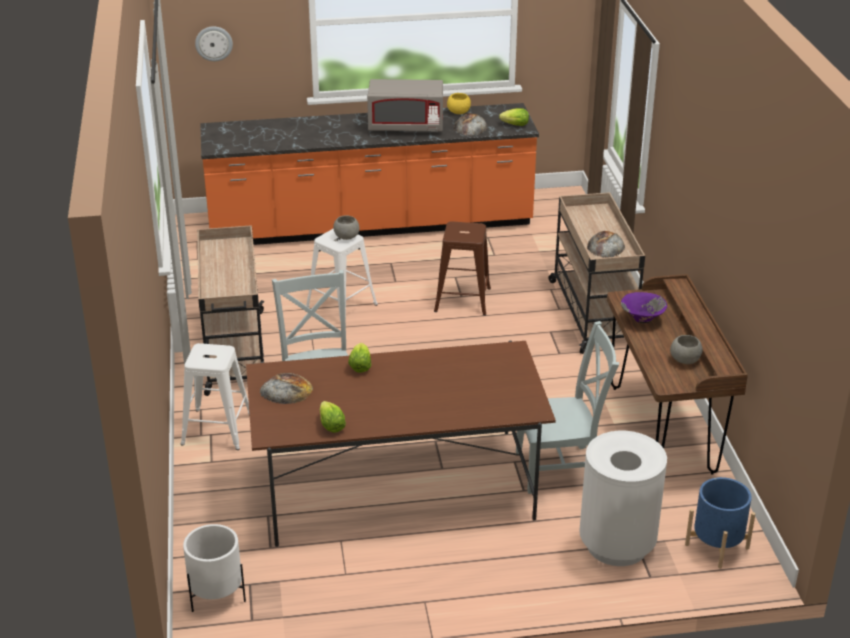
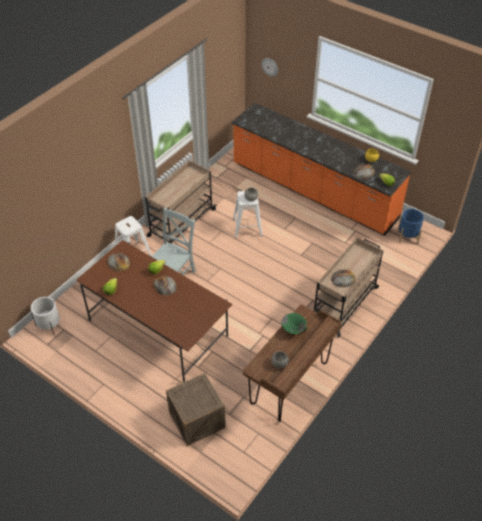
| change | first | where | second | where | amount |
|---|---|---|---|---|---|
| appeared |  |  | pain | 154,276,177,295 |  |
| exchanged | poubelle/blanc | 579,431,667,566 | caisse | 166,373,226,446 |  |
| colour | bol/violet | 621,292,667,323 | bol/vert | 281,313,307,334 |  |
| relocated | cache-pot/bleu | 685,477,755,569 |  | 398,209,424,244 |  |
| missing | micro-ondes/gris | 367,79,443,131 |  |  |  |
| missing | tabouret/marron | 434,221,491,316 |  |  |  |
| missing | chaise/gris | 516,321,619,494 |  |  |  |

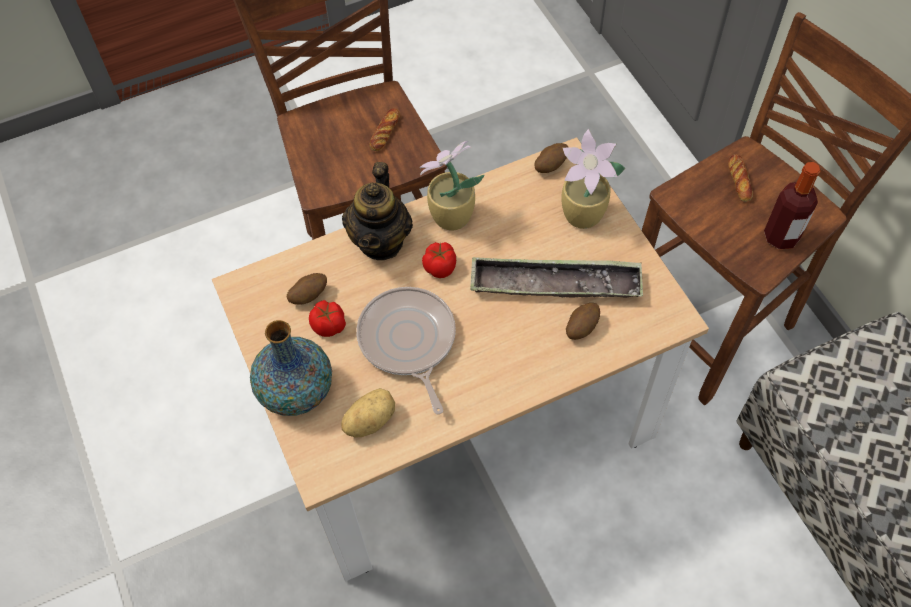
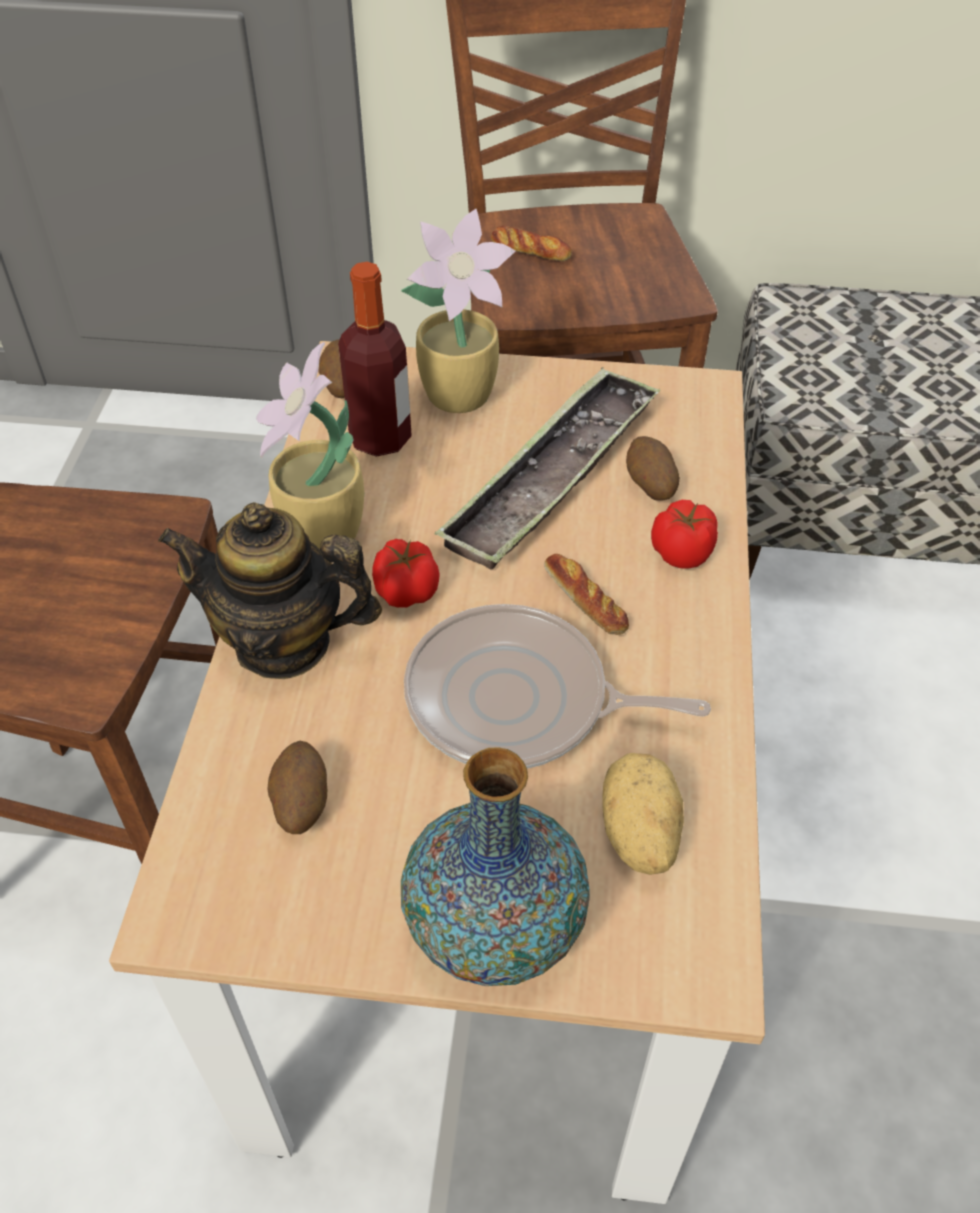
| change | first | where | second | where | amount |
|---|---|---|---|---|---|
| spun | théière | 342,162,413,260 |  | 158,502,382,679 | 150 degrees clockwise |
| relocated | bouteille | 764,162,820,249 |  | 338,262,412,457 |  |
| relocated | pain | 369,108,400,151 |  | 544,554,629,635 |  |
| relocated | tomate | 309,300,346,337 |  | 651,500,718,569 |  |

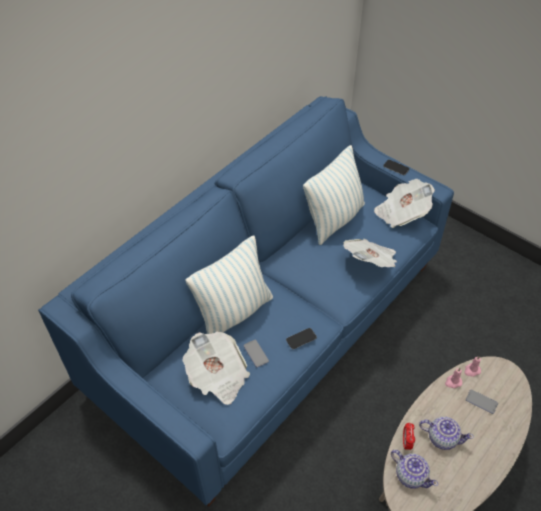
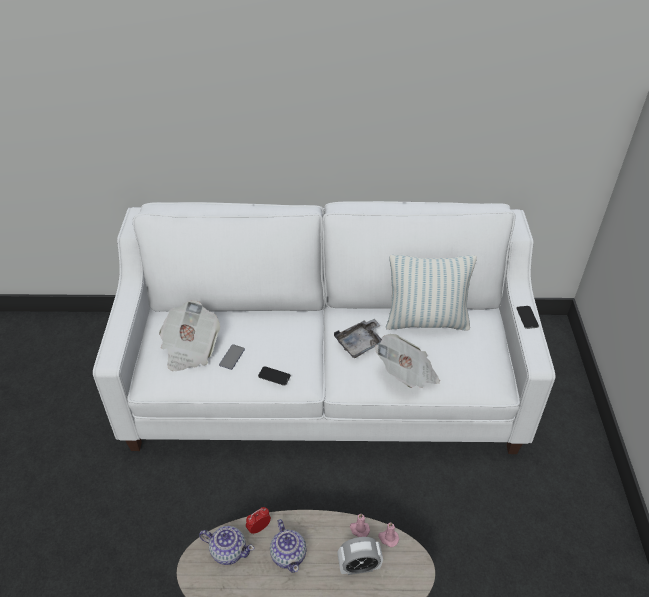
| change | first | where | second | where | amount |
|---|---|---|---|---|---|
| colour | canapé/bleu | 38,96,454,506 | canapé/blanc | 93,201,555,454 |  |
| spun | théière | 391,450,438,489 |  | 199,526,254,565 | 75 degrees counterclockwise |
| appeared |  |  | plateau/gris | 334,319,382,358 |  |
| exchanged | téléphone | 466,390,498,414 | réveil | 337,537,383,575 |  |
| missing | coussin | 185,236,273,334 |  |  |  |
| missing | journal | 374,179,435,228 |  |  |  |

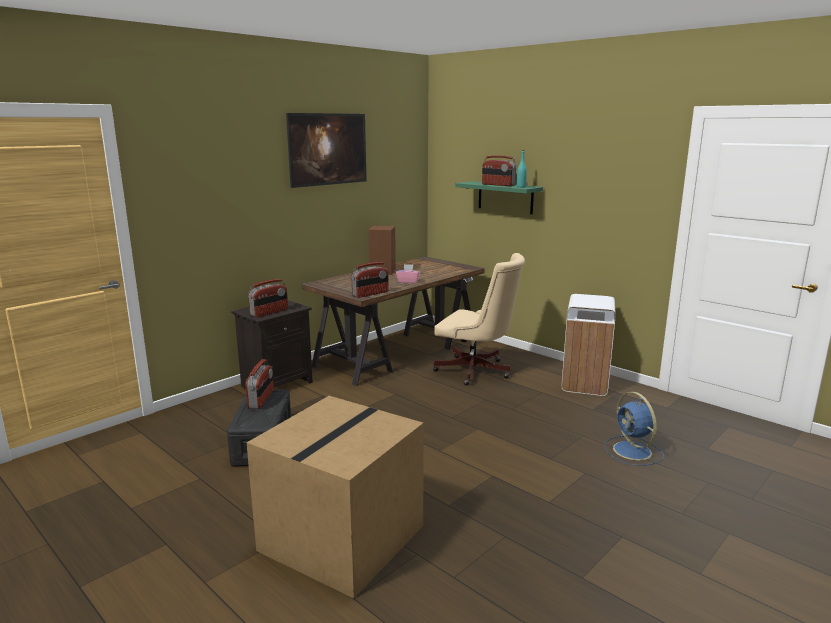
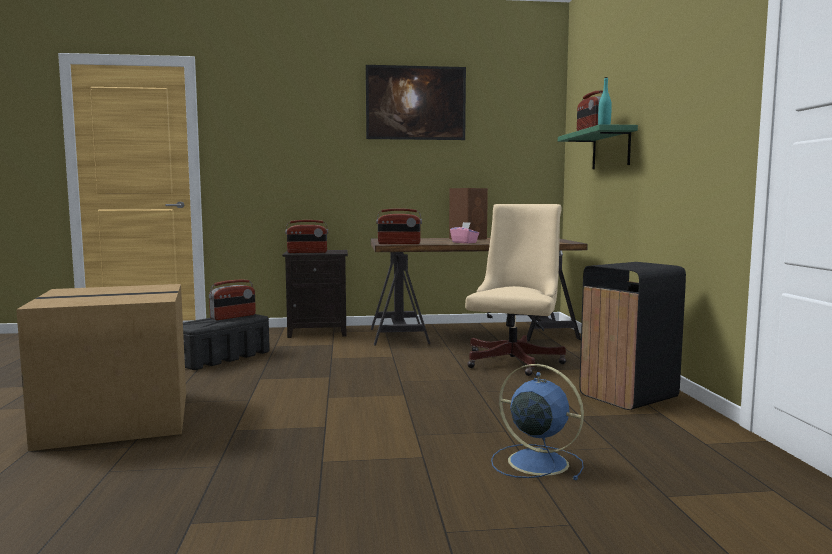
| change | first | where | second | where | amount |
|---|---|---|---|---|---|
| spun | chaise de bureau/beige | 433,253,525,385 |  | 465,204,566,376 | 135 degrees counterclockwise |
| spun | ventilateur/bleu | 604,392,664,466 |  | 491,364,584,480 | 105 degrees clockwise |
| colour | poubelle/blanc | 562,294,616,396 | poubelle/noir | 579,262,686,410 |  |

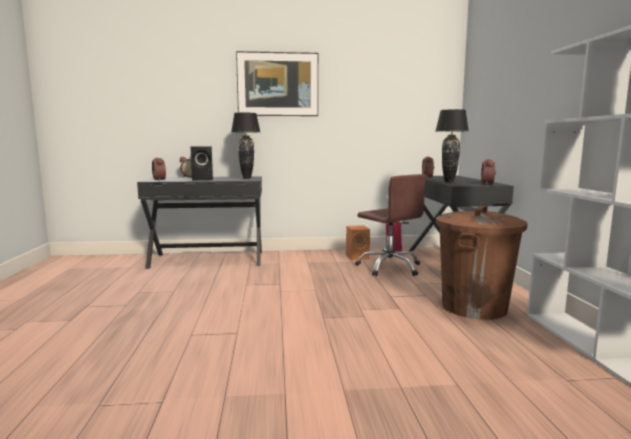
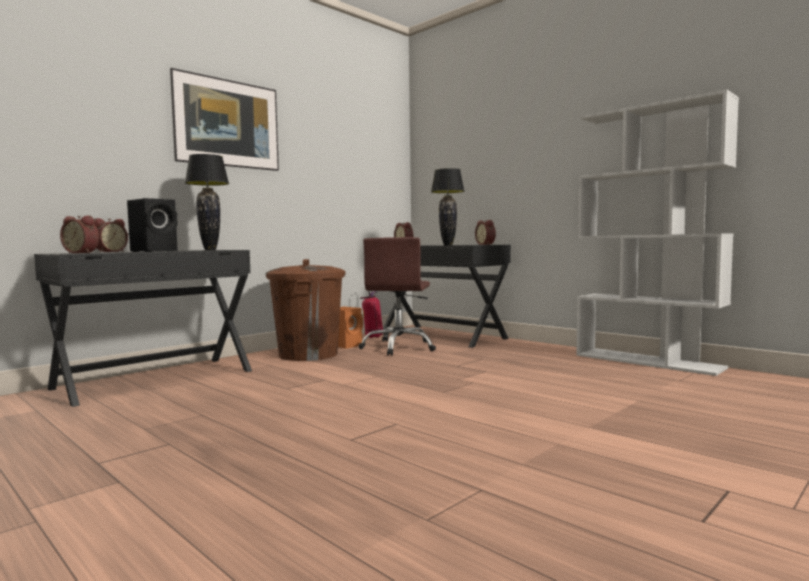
| change | first | where | second | where | amount |
|---|---|---|---|---|---|
| relocated | poubelle/marron | 436,205,528,320 |  | 266,259,345,361 |  |
| spun | chaise de bureau/marron | 355,174,426,276 |  | 359,237,436,355 | 90 degrees clockwise |

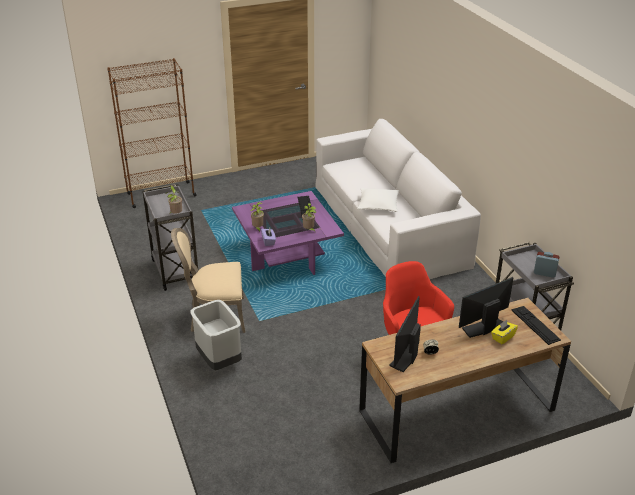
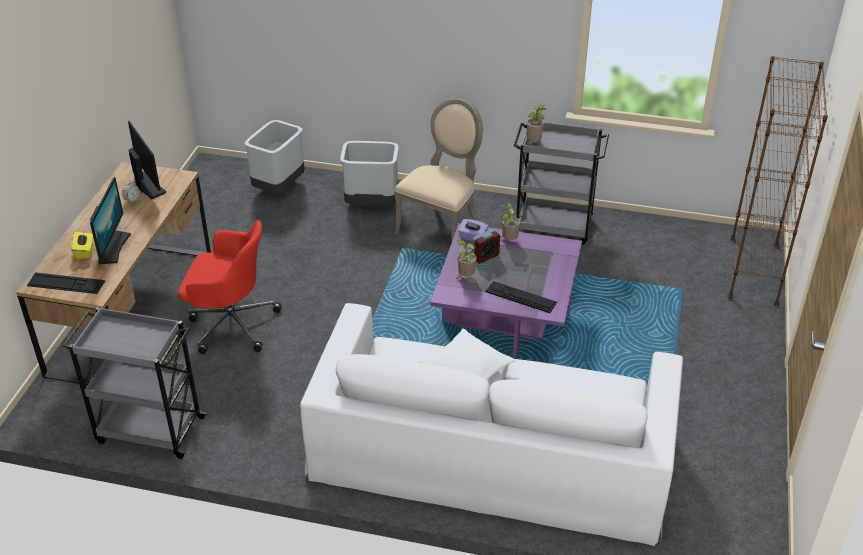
| change | first | where | second | where | amount |
|---|---|---|---|---|---|
| appeared |  |  | poubelle/gris | 245,120,305,194 |  |
| relocated | réveil | 534,252,559,278 |  | 472,229,500,264 |  |

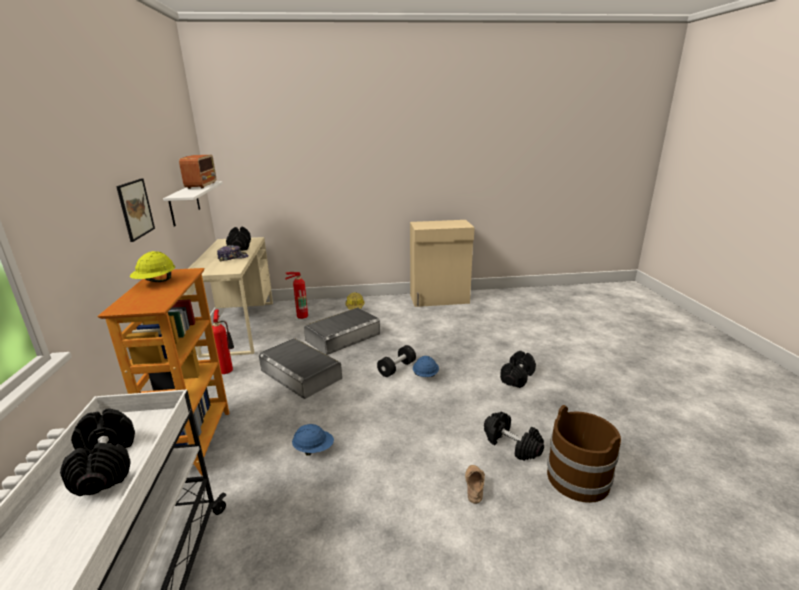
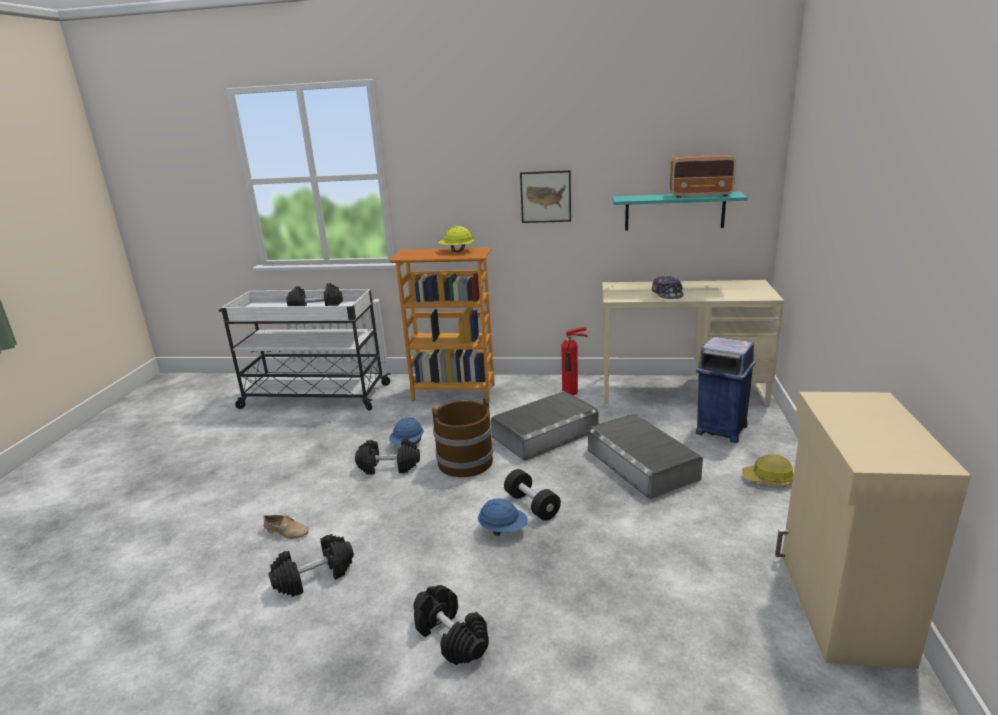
| change | first | where | second | where | amount |
|---|---|---|---|---|---|
| relocated | haltère/noir | 226,227,251,251 |  | 355,439,420,475 |  |
| relocated | seau/marron | 547,405,621,503 |  | 432,397,493,477 |  |
| colour | étagère/blanc | 163,181,223,226 | étagère/turquoise | 613,192,748,231 |  |
| exchanged | extincteur | 285,272,308,319 | poubelle/bleu | 696,337,756,443 |  |

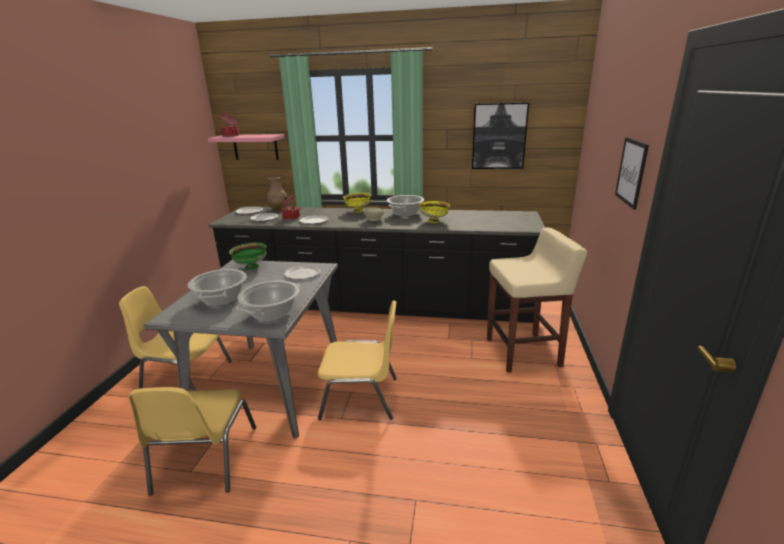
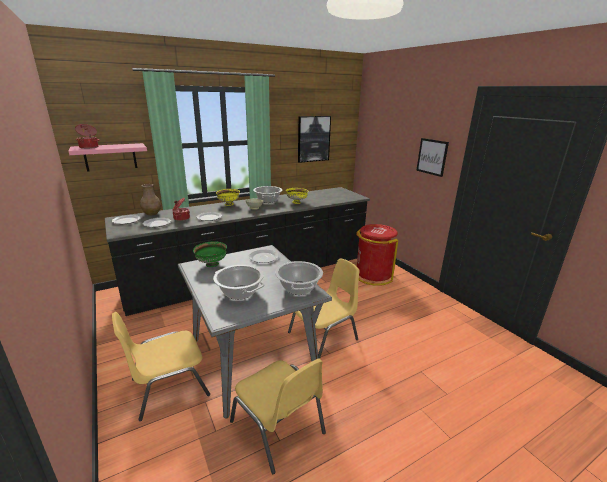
| change | first | where | second | where | amount |
|---|---|---|---|---|---|
| exchanged | tabouret/beige | 487,227,588,372 | poubelle/rouge | 356,224,398,286 |  |

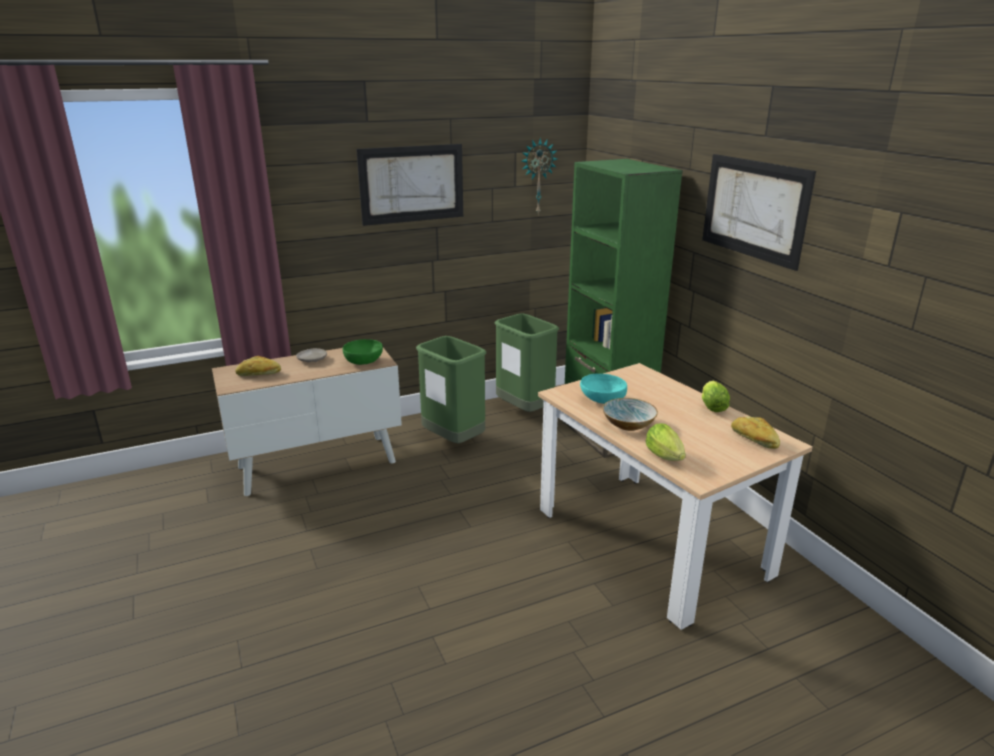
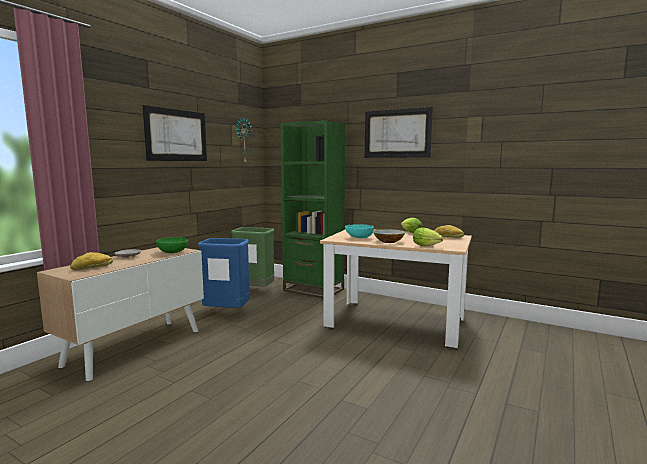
| change | first | where | second | where | amount |
|---|---|---|---|---|---|
| colour | poubelle/vert | 416,336,486,443 | poubelle/bleu | 198,238,250,308 |  |

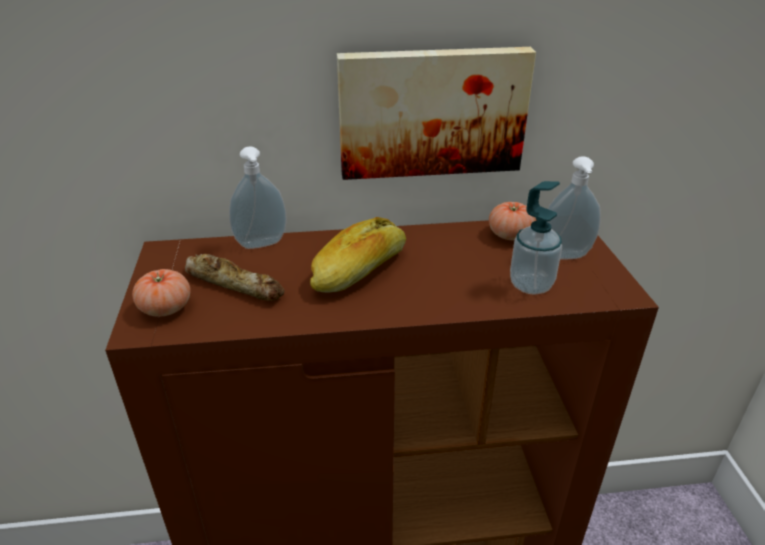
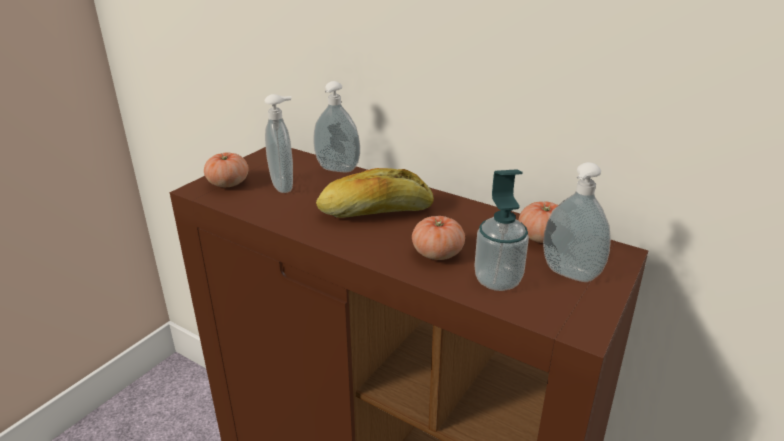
| change | first | where | second | where | amount |
|---|---|---|---|---|---|
| exchanged | pain | 185,254,285,301 | distributeur de savon | 265,94,293,193 |  |
| appeared |  |  | tomate | 412,216,465,260 |  |
| missing | tableau | 337,47,536,180 |  |  |  |

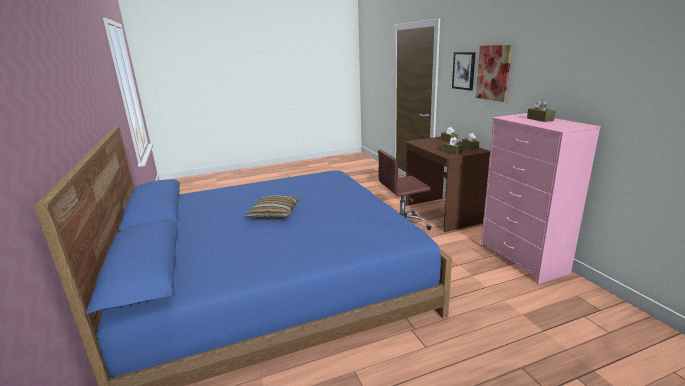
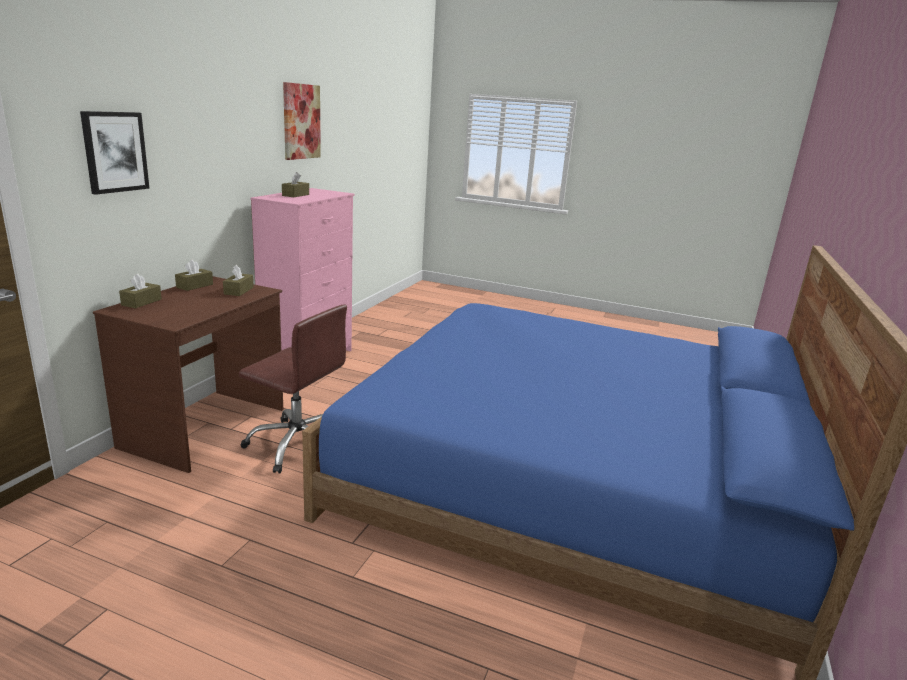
| change | first | where | second | where | amount |
|---|---|---|---|---|---|
| relocated | tableau | 476,45,512,102 |  | 283,82,321,160 |  |
| missing | coussin | 245,195,299,219 |  |  |  |

